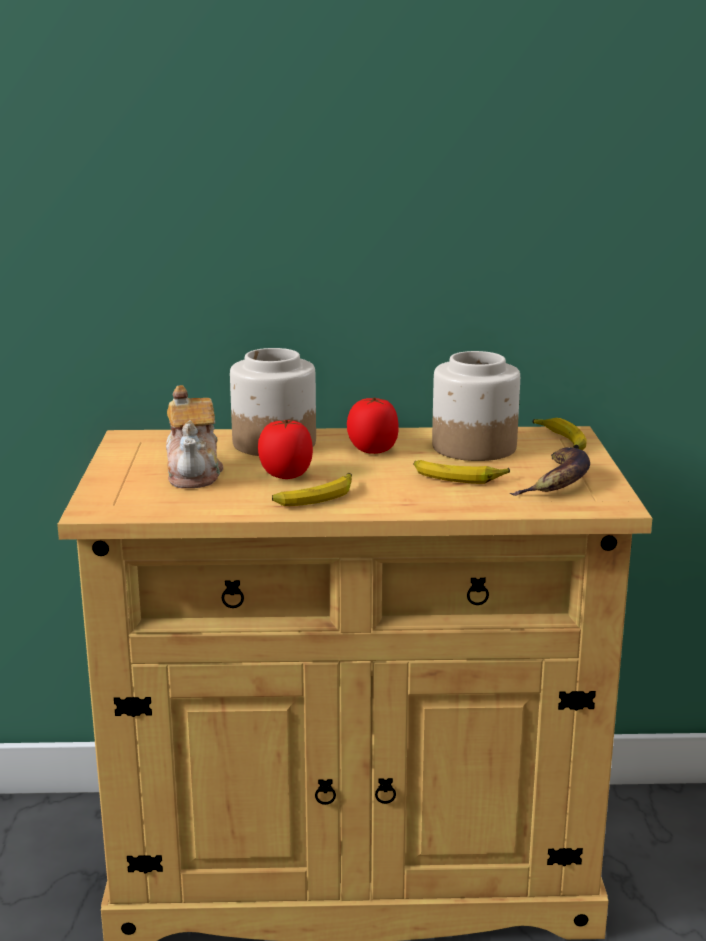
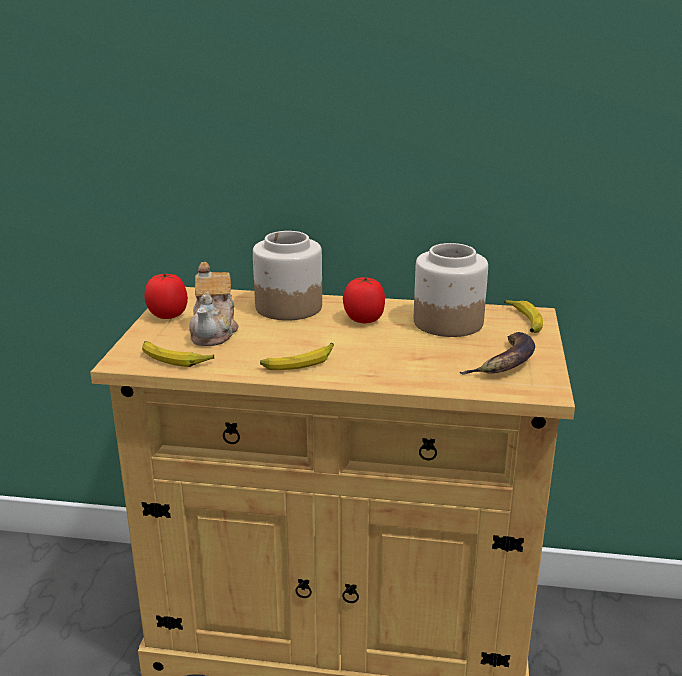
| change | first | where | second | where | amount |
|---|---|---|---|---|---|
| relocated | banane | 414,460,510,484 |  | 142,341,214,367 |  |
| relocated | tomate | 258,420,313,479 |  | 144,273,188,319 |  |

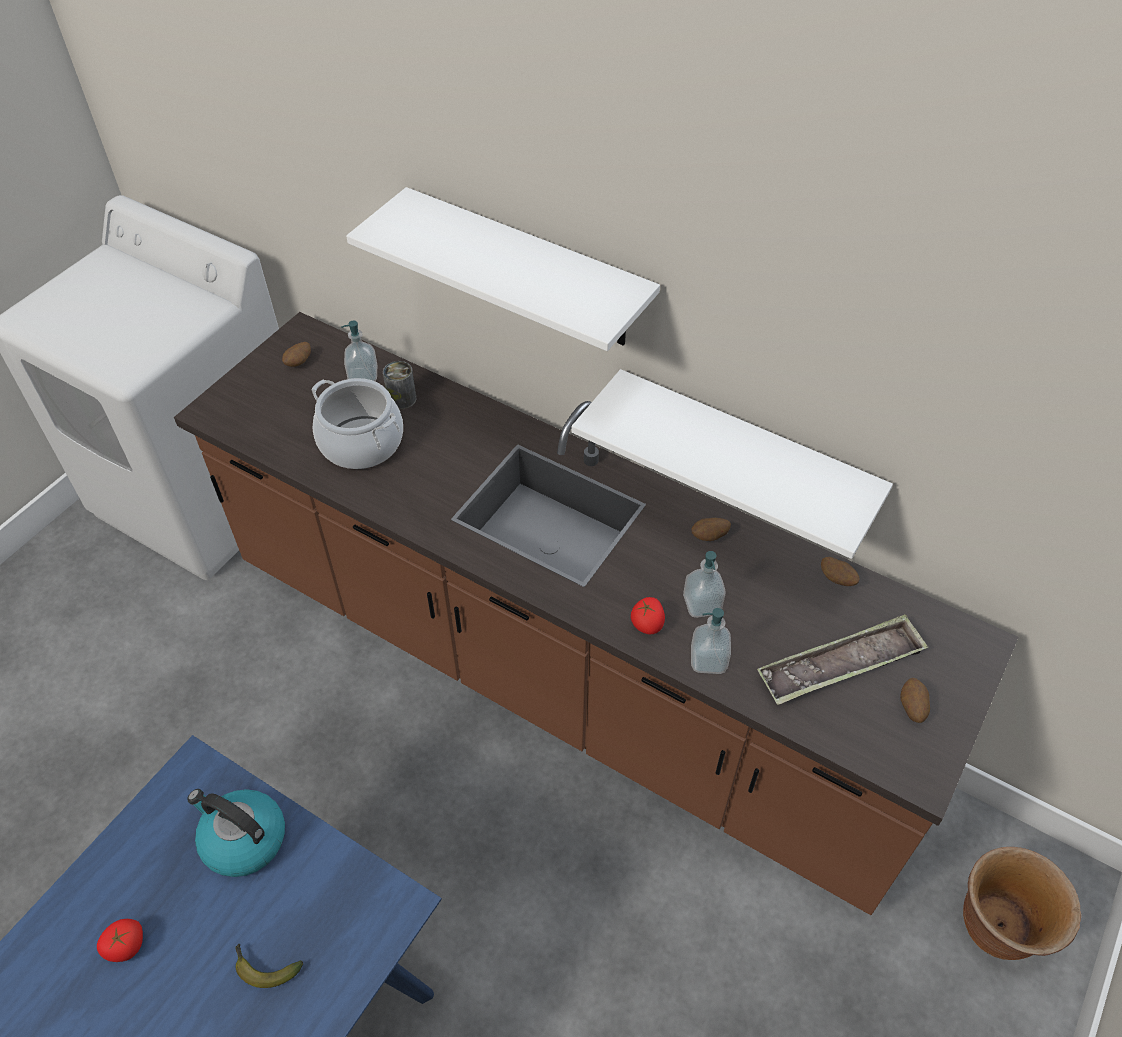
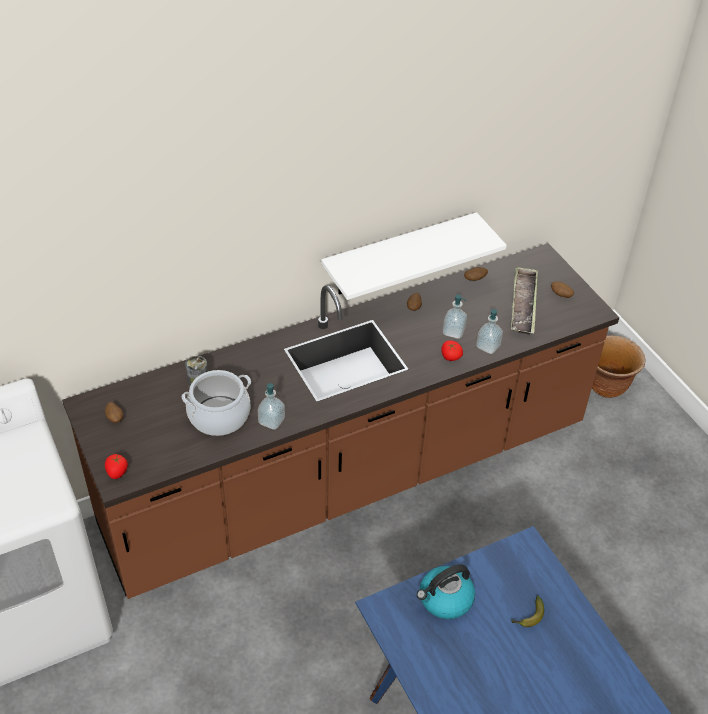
| change | first | where | second | where | amount |
|---|---|---|---|---|---|
| relocated | tomate | 97,919,143,962 |  | 105,454,128,479 |  |
| relocated | distributeur de savon | 341,320,377,381 |  | 258,383,285,430 |  |
| missing | étagère/blanc | 346,187,660,351 |  |  |  |

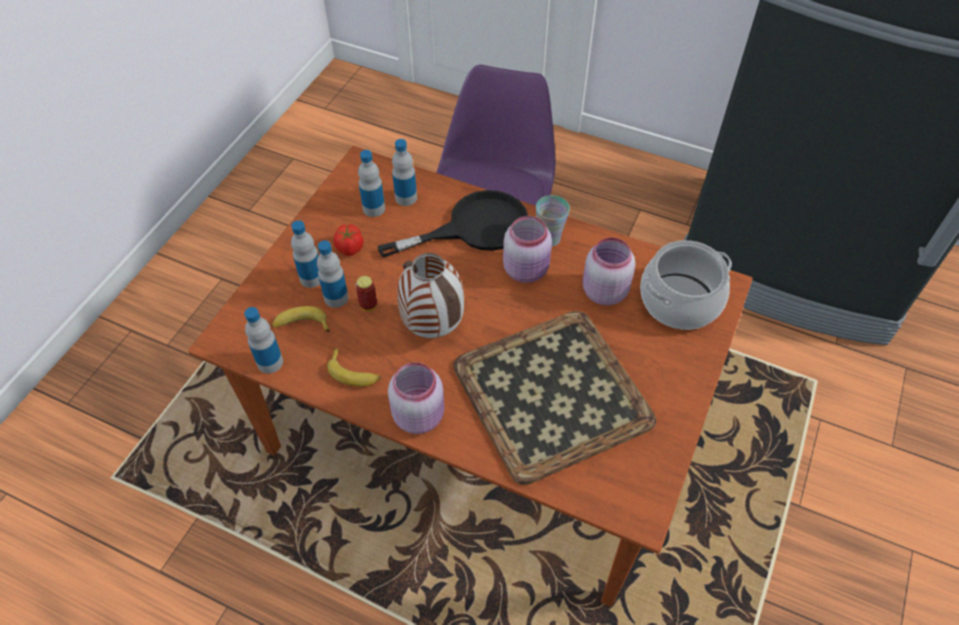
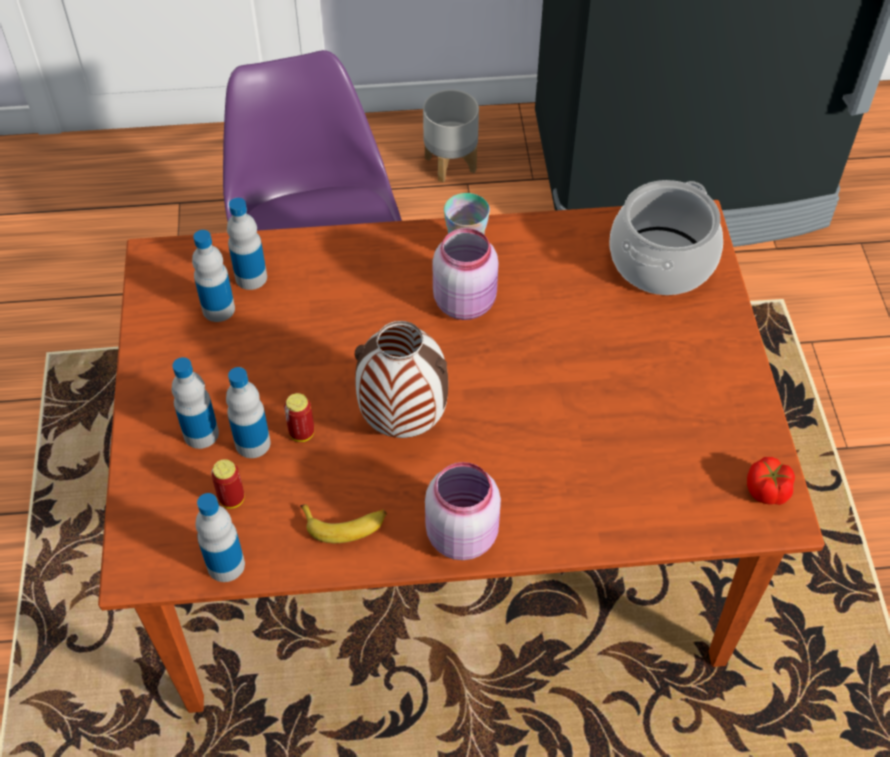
| change | first | where | second | where | amount |
|---|---|---|---|---|---|
| exchanged | banane | 271,306,330,332 | boîte métallique | 211,459,244,509 |  |
| appeared |  |  | cache-pot/gris | 423,90,479,183 |  |
| relocated | tomate | 333,224,364,256 |  | 747,457,795,505 |  |
| missing | poêle/noir | 378,190,528,258 |  |  |  |
| missing | plateau | 453,311,656,485 |  |  |  |
| missing | bocal/rose | 582,238,636,305 |  |  |  |

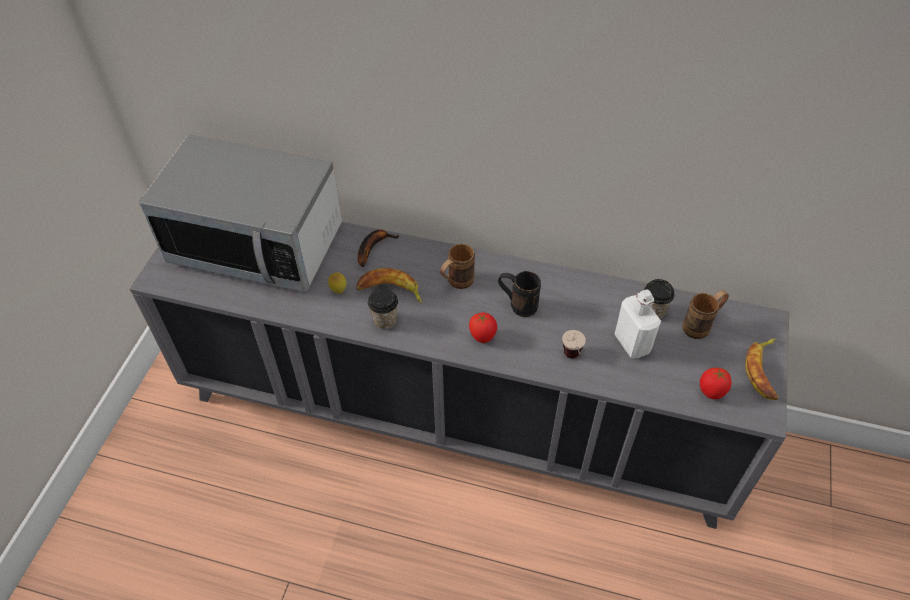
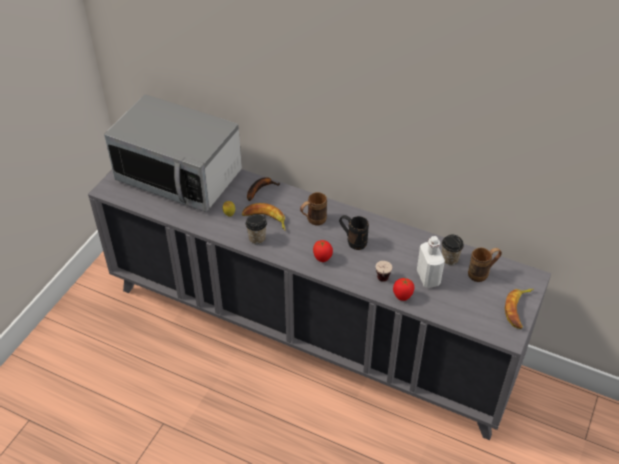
| change | first | where | second | where | amount |
|---|---|---|---|---|---|
| relocated | tomate | 700,368,732,399 |  | 393,278,414,301 |  |

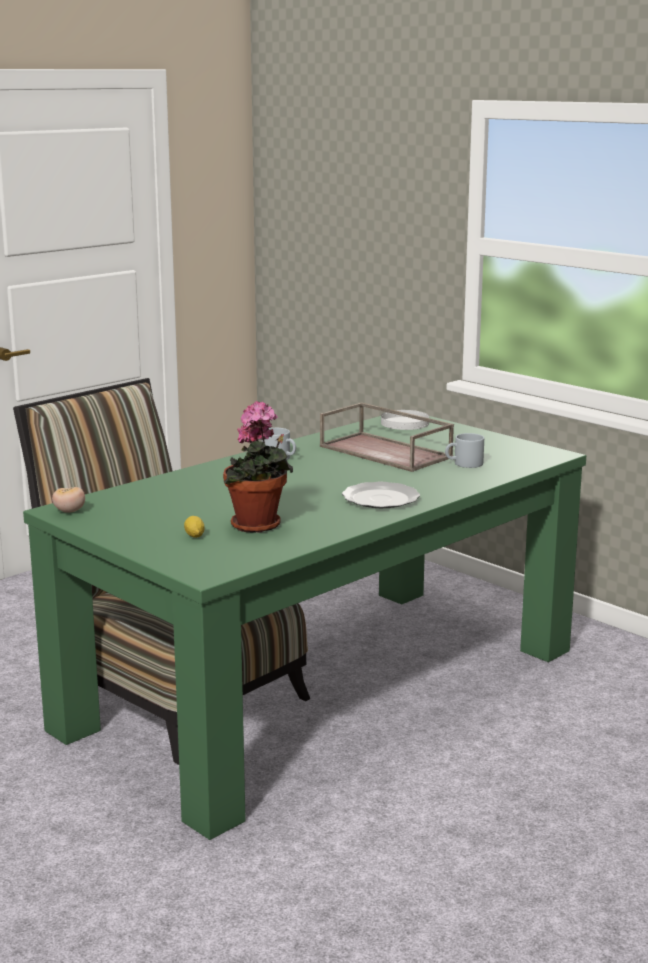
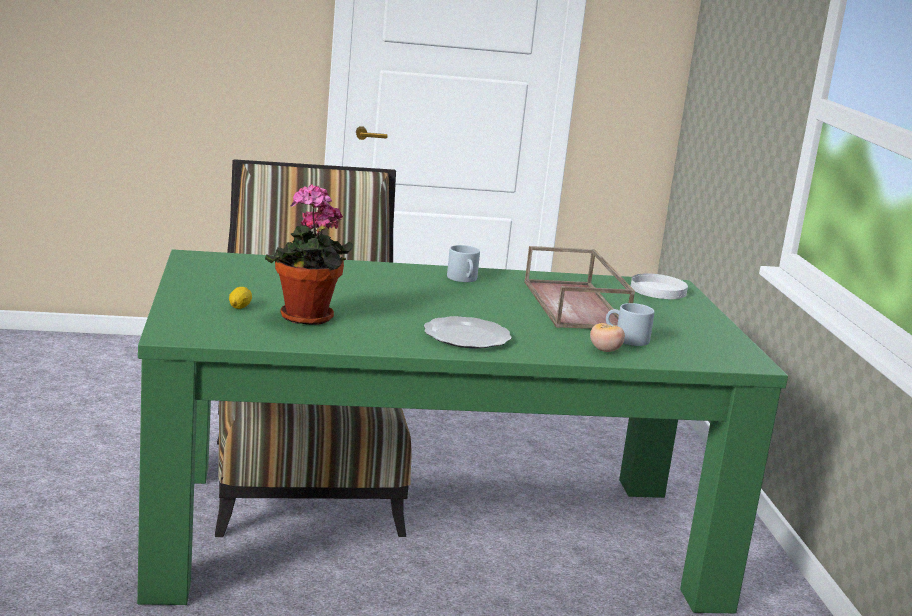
| change | first | where | second | where | amount |
|---|---|---|---|---|---|
| relocated | tomate | 52,487,85,513 |  | 590,323,625,352 |  |

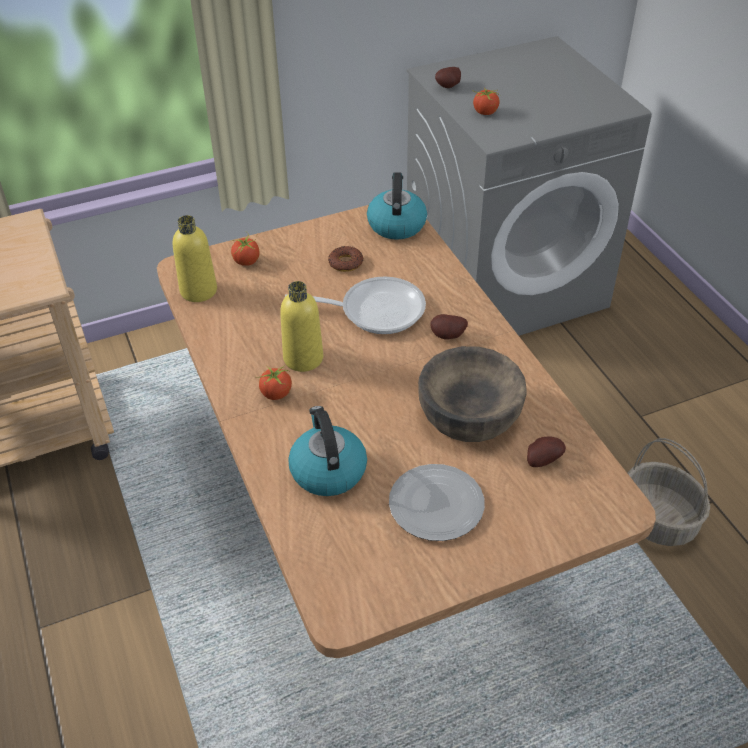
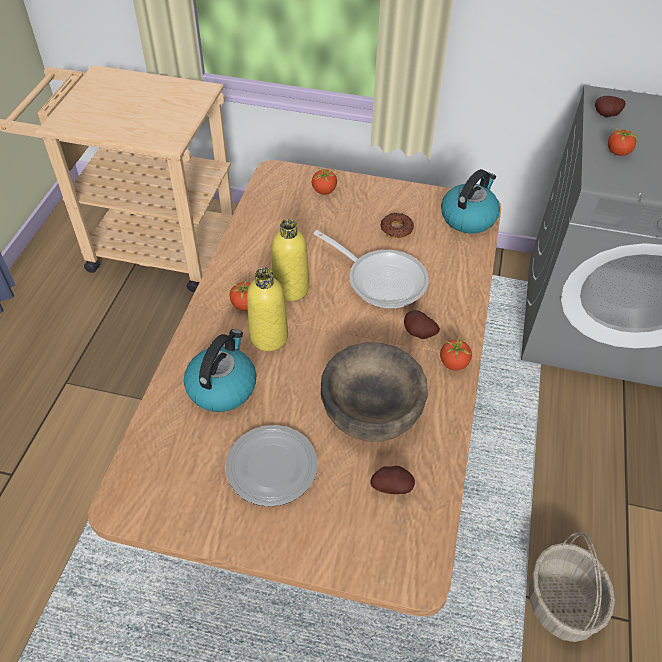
| change | first | where | second | where | amount |
|---|---|---|---|---|---|
| relocated | bouteille/jaune | 173,215,217,302 |  | 247,268,288,351 |  |
| appeared |  |  | tomate | 440,335,472,371 |  |

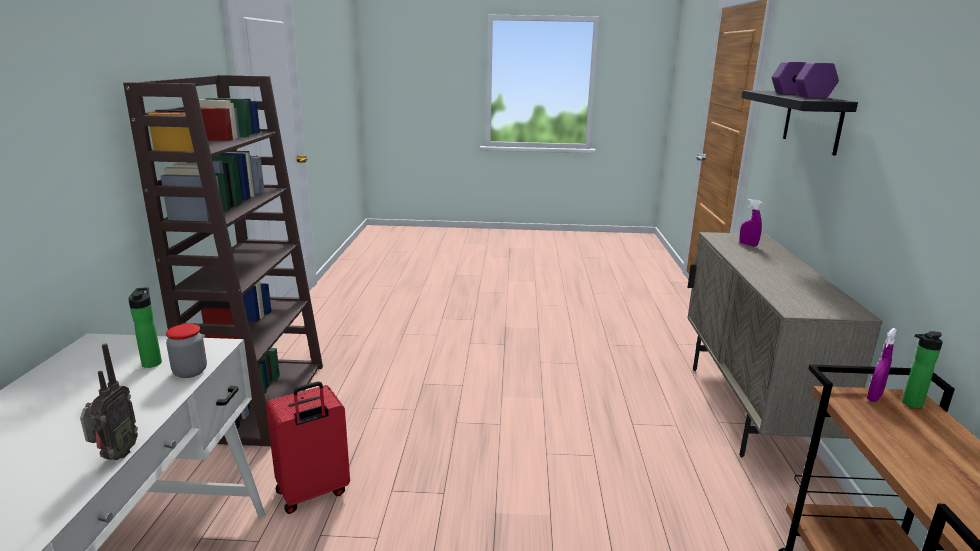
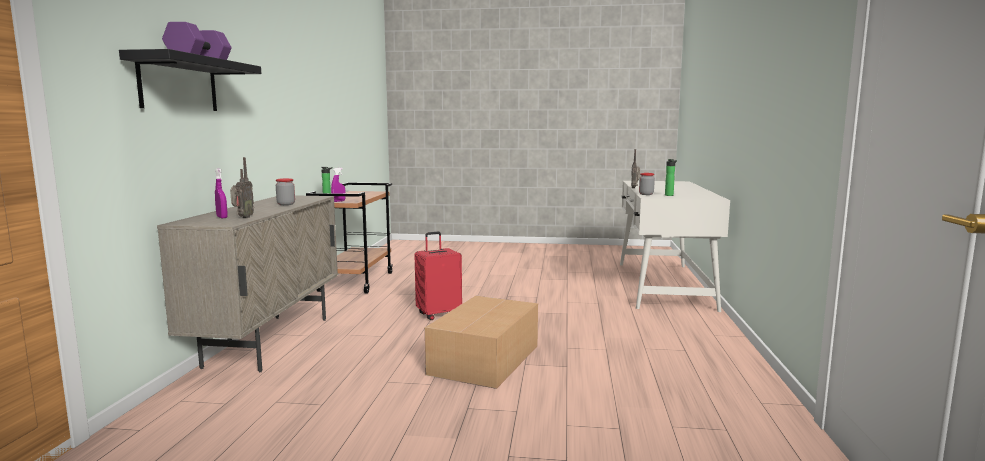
| change | first | where | second | where | amount |
|---|---|---|---|---|---|
| appeared |  |  | radio | 230,157,254,218 |  |
| appeared |  |  | bocal | 276,178,295,205 |  |
| relocated | valise/rouge | 266,382,350,514 |  | 415,232,462,320 |  |
| appeared |  |  | carton | 425,296,538,389 |  |
| missing | bibliothèque/marron | 123,75,323,446 |  |  |  |

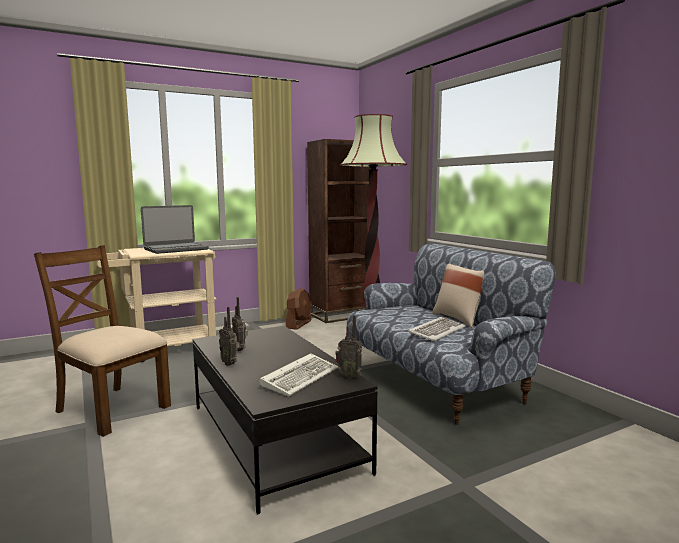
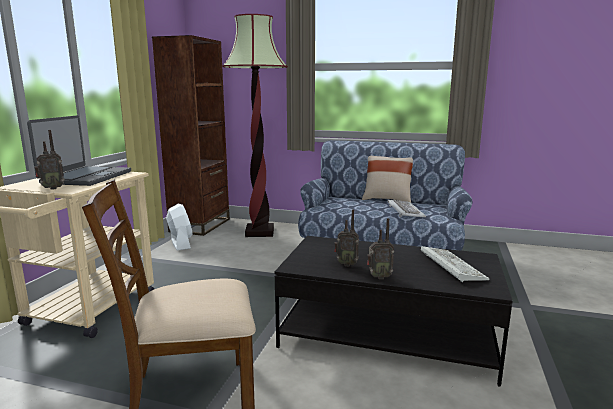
| change | first | where | second | where | amount |
|---|---|---|---|---|---|
| relocated | radio | 335,315,362,379 |  | 34,130,65,190 |  |
| colour | ventilateur/marron | 286,288,312,330 | ventilateur/blanc | 166,204,193,250 |  |

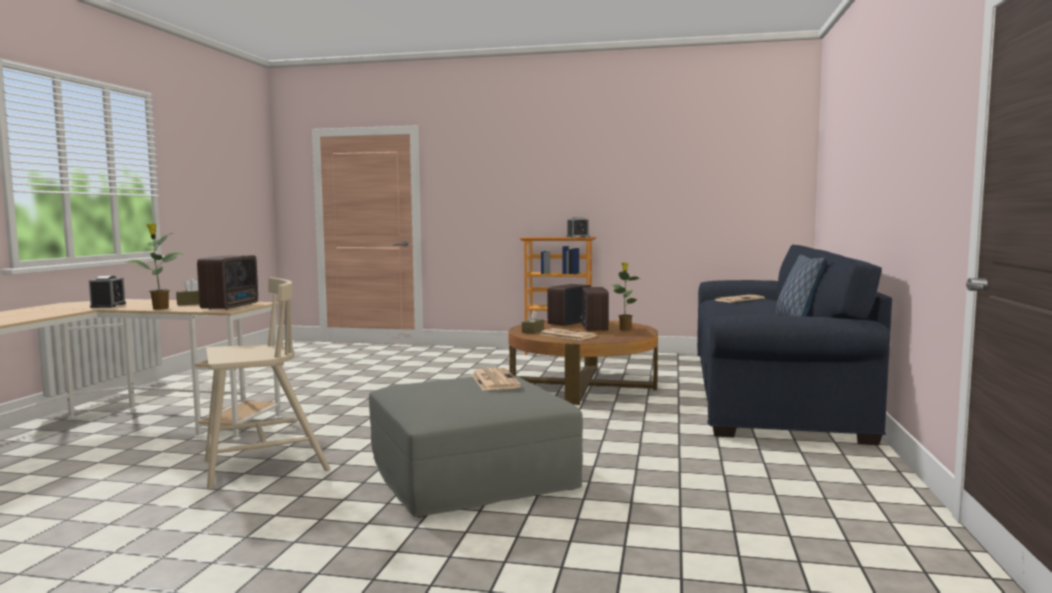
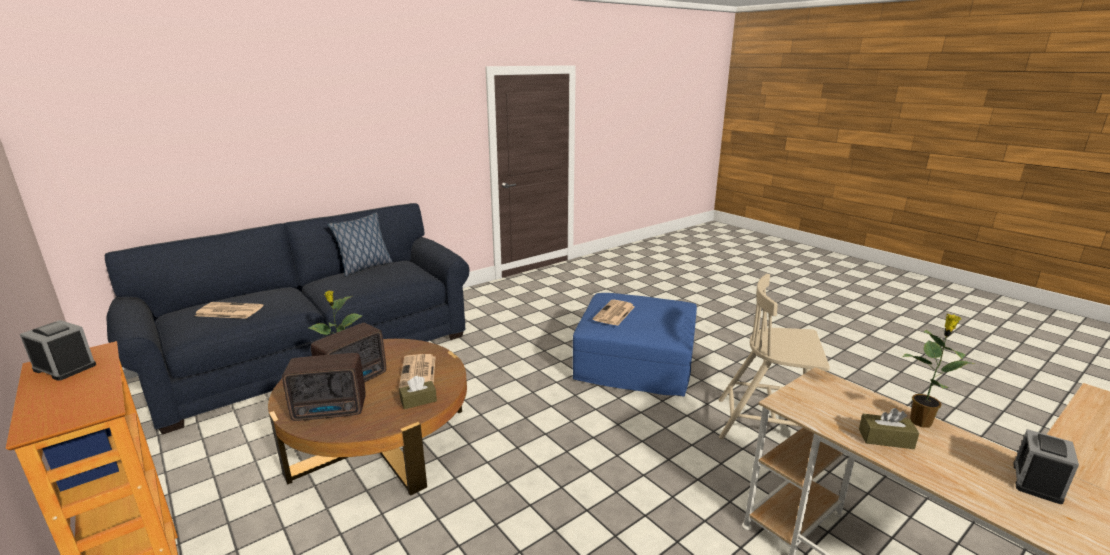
| change | first | where | second | where | amount |
|---|---|---|---|---|---|
| colour | pouf/gris | 369,376,583,518 | pouf/bleu | 573,293,697,397 |  |
| missing | radio | 197,255,258,310 |  |  |  |

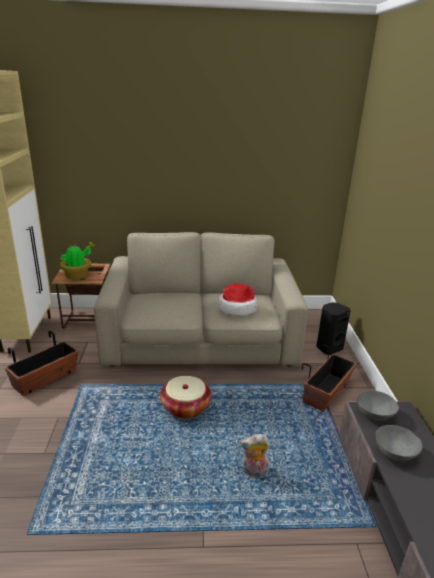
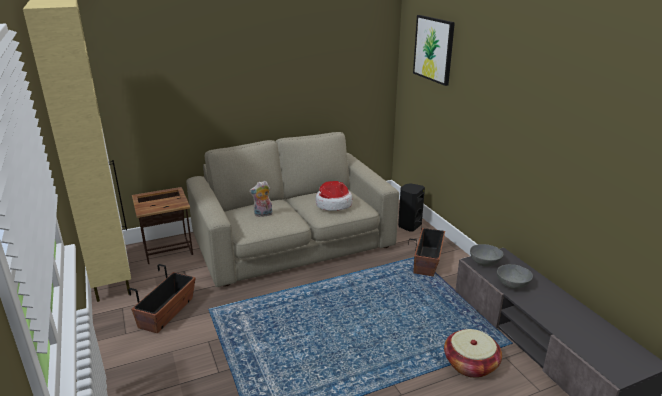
| change | first | where | second | where | amount |
|---|---|---|---|---|---|
| relocated | peluche | 240,434,270,478 |  | 249,181,273,217 |  |
| appeared |  |  | tableau | 413,15,455,86 |  |
| relocated | panier | 160,376,211,419 |  | 444,329,502,378 |  |
| missing | plante en pot | 60,241,96,280 |  |  |  |

